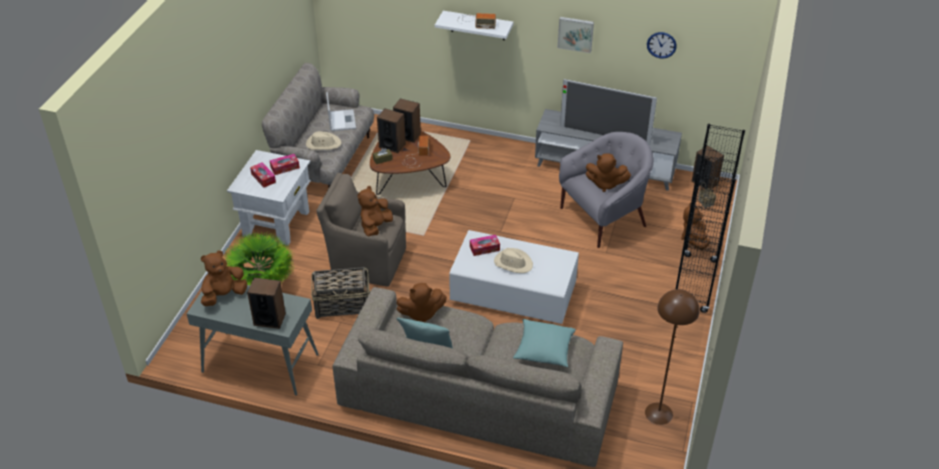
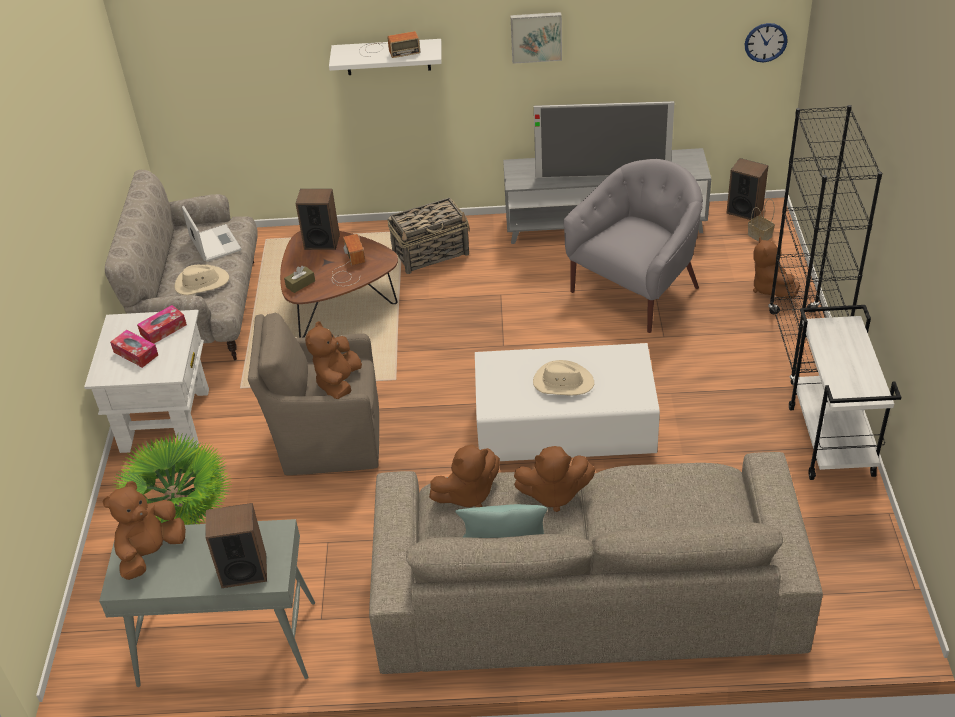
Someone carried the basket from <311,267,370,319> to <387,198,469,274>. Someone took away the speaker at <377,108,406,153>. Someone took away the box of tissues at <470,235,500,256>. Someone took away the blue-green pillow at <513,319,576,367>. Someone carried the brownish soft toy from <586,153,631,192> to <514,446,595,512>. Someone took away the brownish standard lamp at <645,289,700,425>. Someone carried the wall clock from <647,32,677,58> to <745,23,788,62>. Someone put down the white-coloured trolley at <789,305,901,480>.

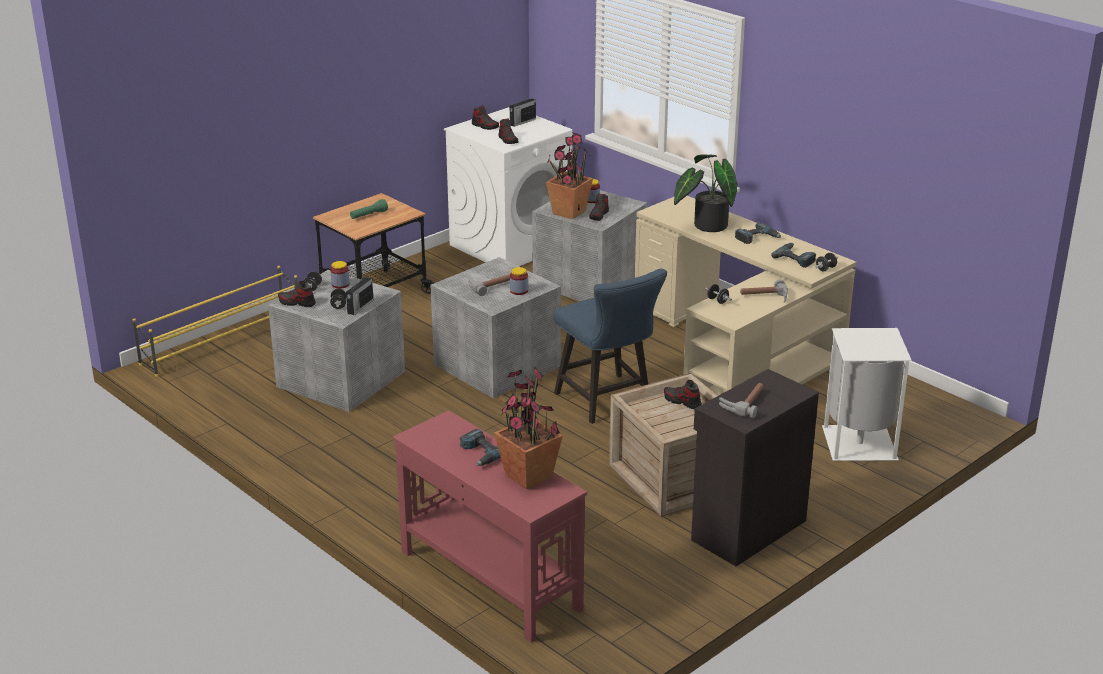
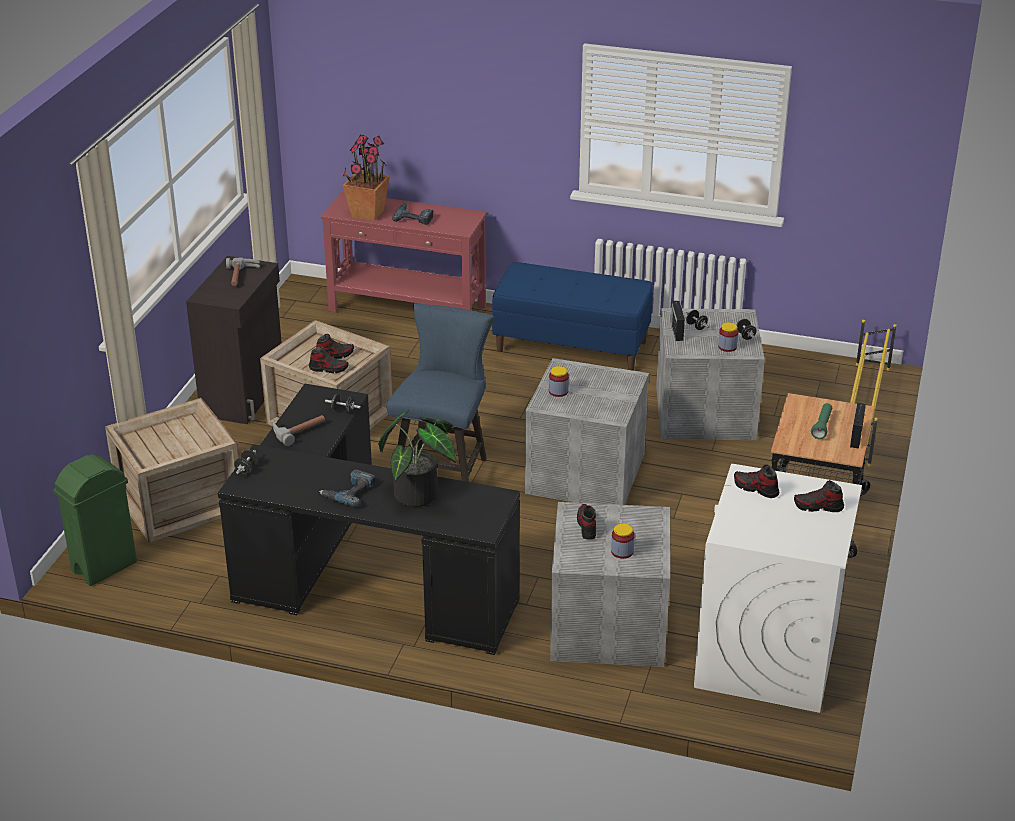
Someone carried the low shoe from <278,281,316,307> to <316,334,354,359>. Someone took away the tool hammer at <468,274,510,296>. Someone carried the radio set from <510,95,536,127> to <850,403,866,449>. Someone took away the plant in a pot at <546,132,593,219>. Someone rotated the blue plain chair at <553,269,667,424> by 75 degrees clockwise. Someone repainted the beige-coloured desk table at <635,196,856,396>, which became the black desk table at <218,384,520,655>. Someone took away the drill at <771,243,816,268>. Someone swapped the white-coloured trash can at <822,328,912,461> for the crate at <105,398,239,543>. Someone put down the green trash can at <53,455,137,586>. Someone put down the blue bench at <492,262,653,371>.

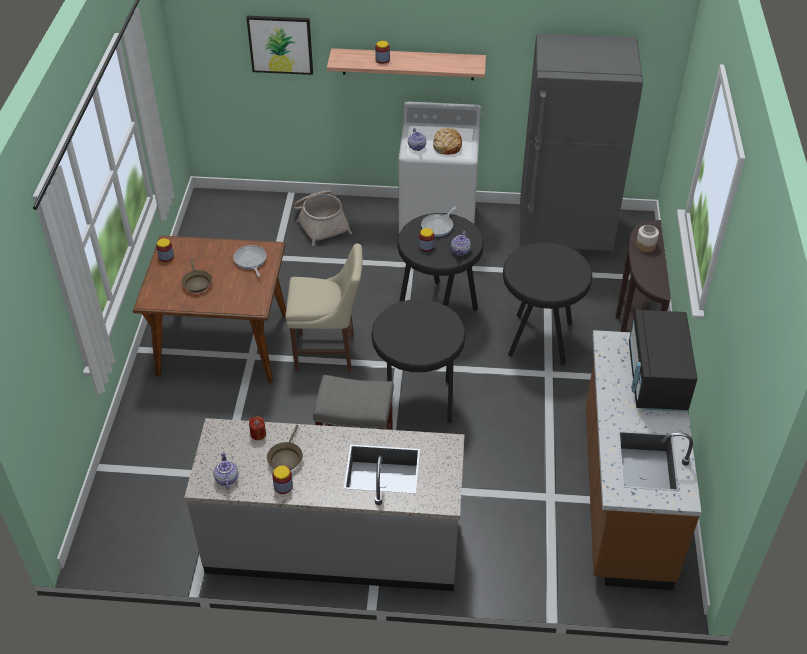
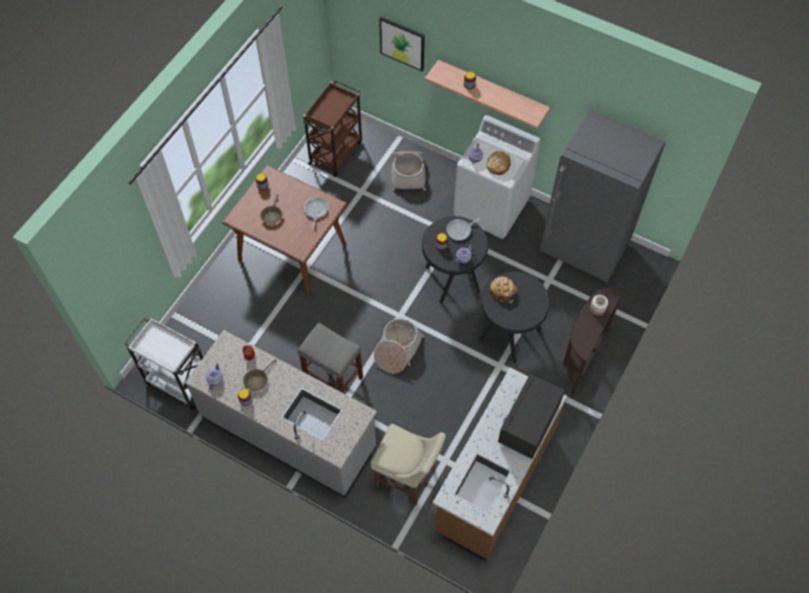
Someone carried the beige-coloured plain chair from <285,243,363,372> to <370,424,446,505>. Someone swapped the black stool seat at <371,299,466,423> for the basket at <374,318,425,373>. Someone put down the white-coloured trolley at <124,317,203,410>. Someone put down the brownish trolley at <303,80,362,177>. Someone put down the bakery bread at <490,277,517,303>.

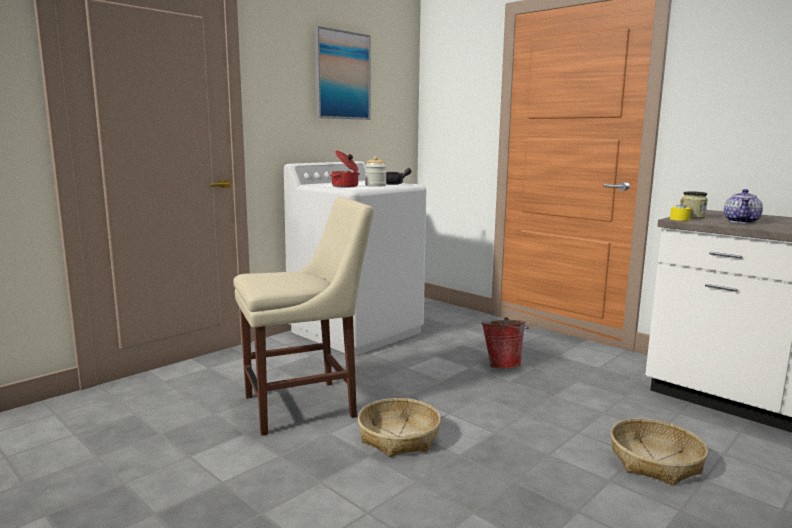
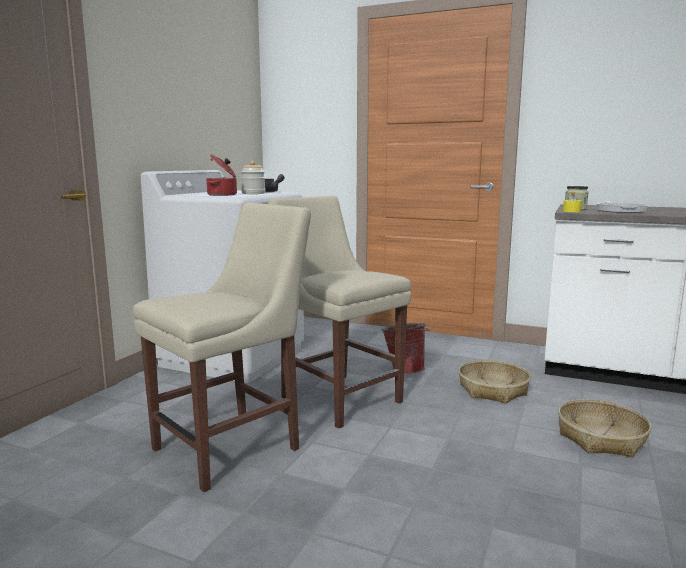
Someone took away the picture at <314,26,370,120>. Someone carried the basket from <358,398,441,457> to <458,360,531,404>. Someone swapped the tea pot at <724,189,763,223> for the skillet at <597,201,648,213>. Someone put down the beige-coloured plain chair at <268,195,411,429>.

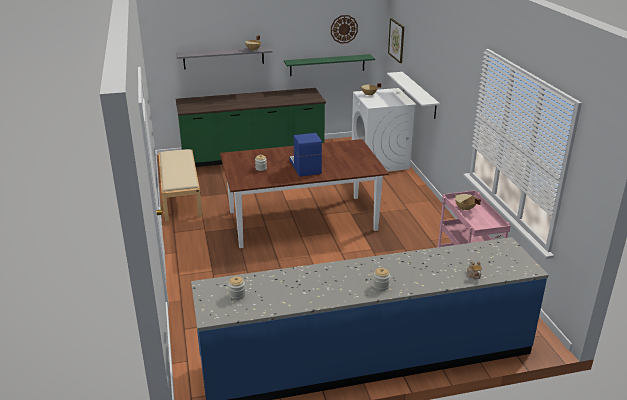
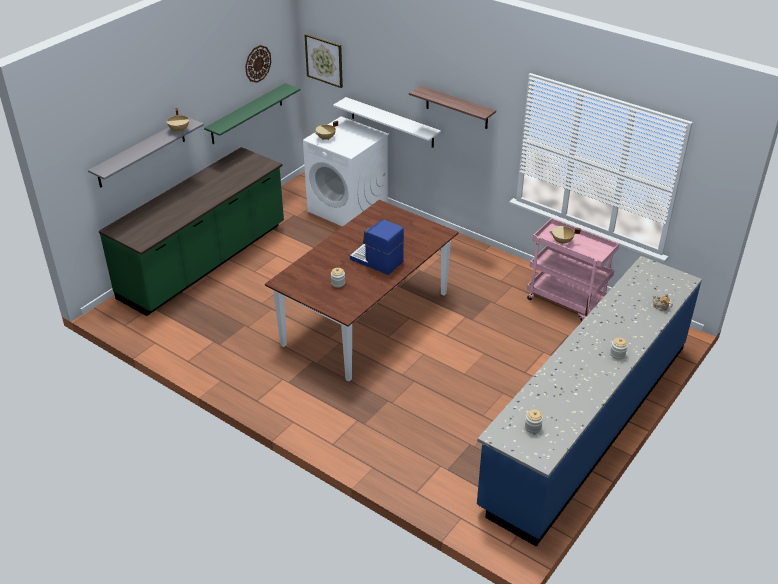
Someone took away the beige-coloured bench at <158,149,202,221>. Someone put up the wall shelf at <409,85,496,129>.

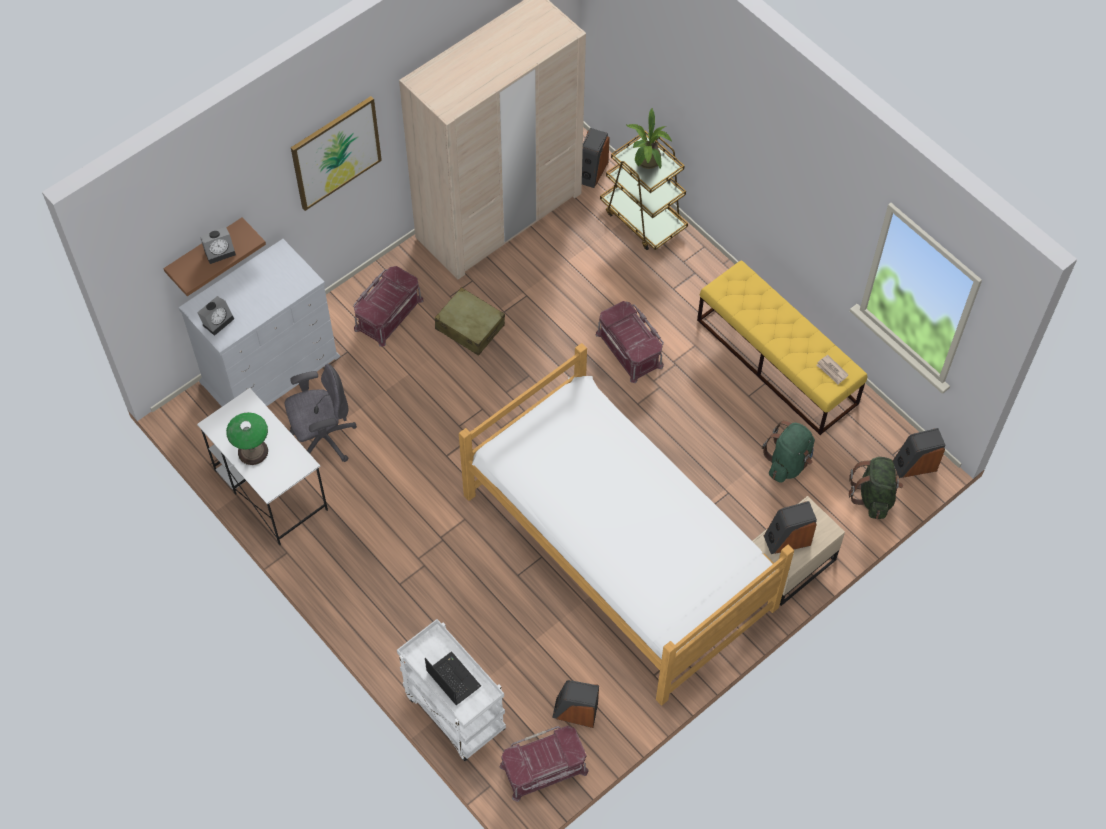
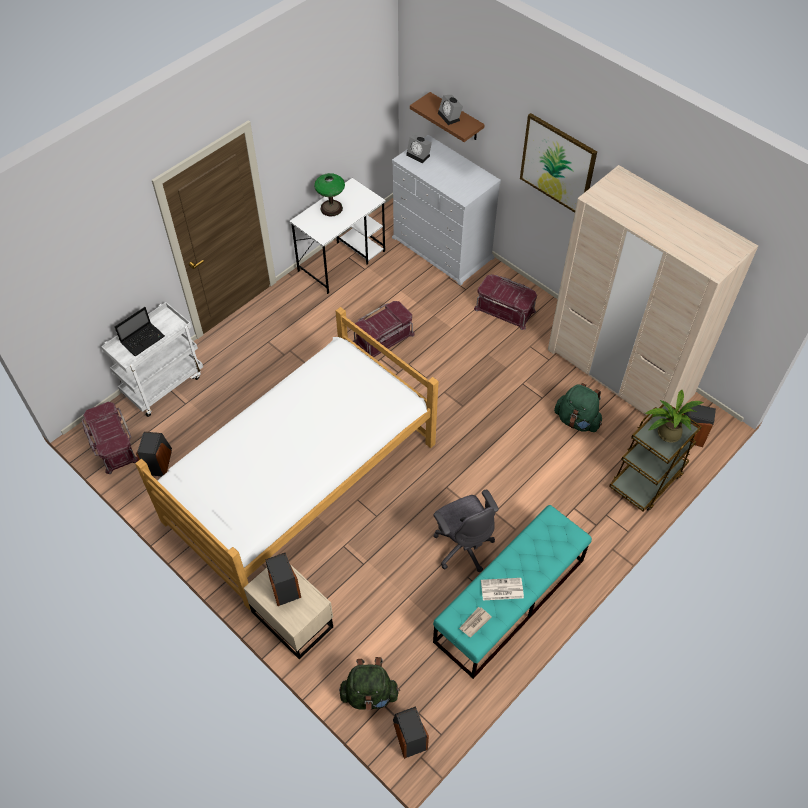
Someone carried the gray desk chair from <285,364,357,462> to <433,490,499,572>. Someone took away the beige-coloured suitcase at <435,287,505,356>. Someone carried the red-coloured storage box from <596,301,664,383> to <353,301,415,357>. Someone repainted the yellow bench at <697,261,867,435>, which became the blue-green bench at <433,505,592,679>. Someone carried the green knapsack from <762,420,815,483> to <554,383,602,432>. Someone put down the newspaper at <481,578,524,600>.

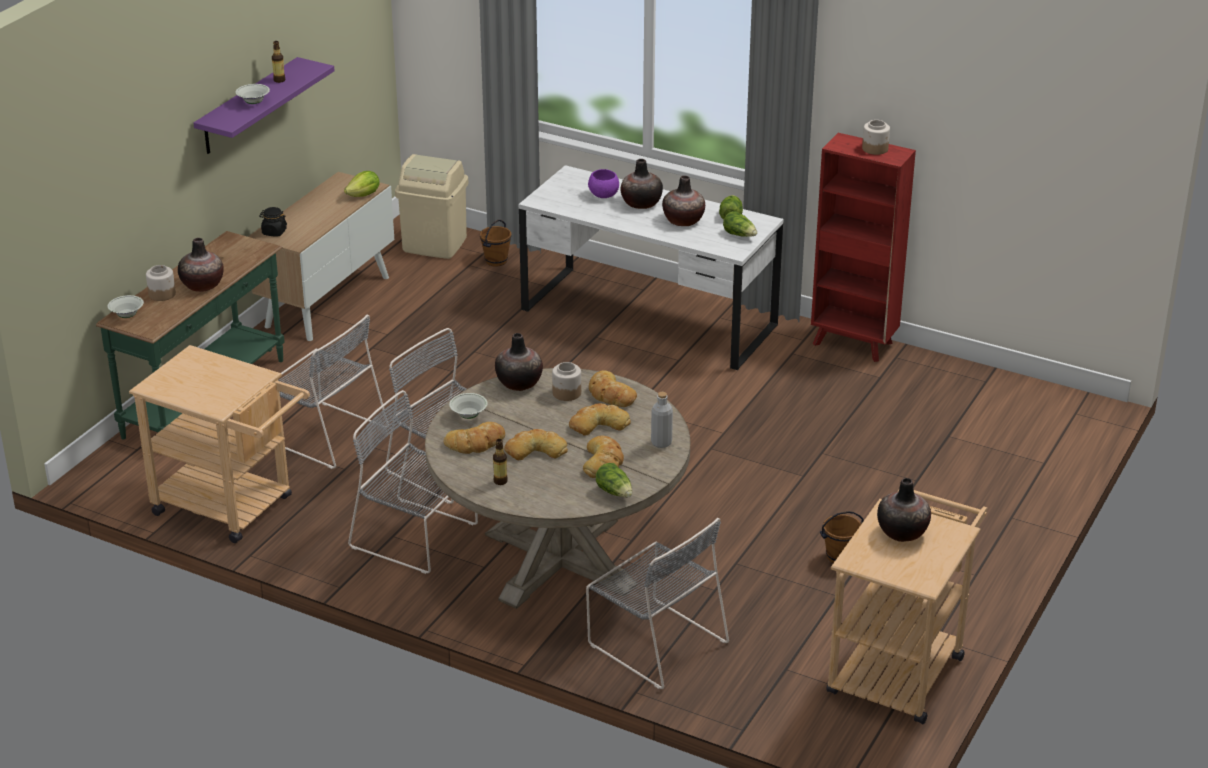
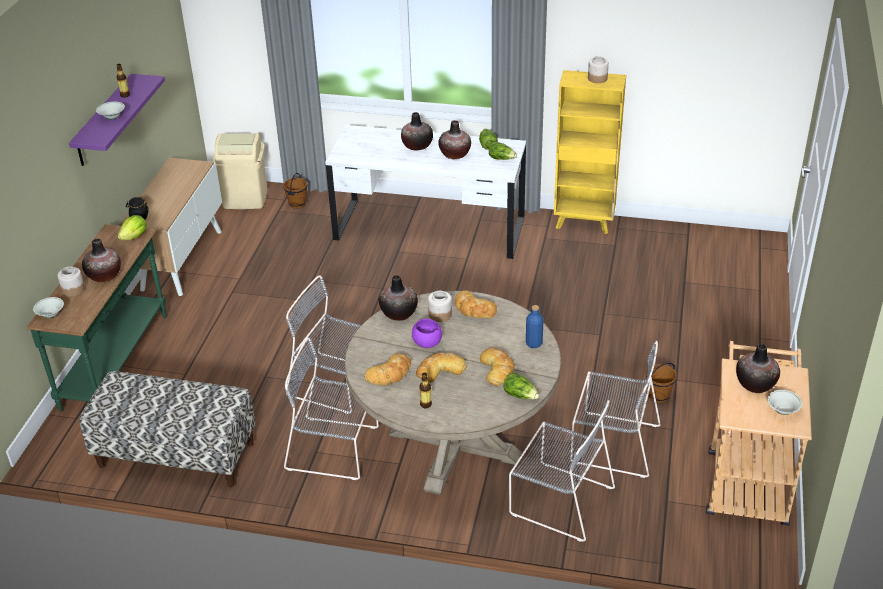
Someone swapped the beige-coloured trolley at <129,345,310,543> for the bench at <79,371,256,487>. Someone carried the gray plain chair from <278,315,389,469> to <570,341,661,478>. Someone carried the lettuce from <344,171,380,197> to <117,215,147,240>. Someone carried the white-coloured bowl from <449,393,488,419> to <767,390,802,415>. Someone took away the bakery bread at <569,403,631,436>. Someone carried the purple-coloured bowl from <588,169,619,198> to <412,319,442,348>. Someone repainted the gray drink bottle at <651,392,673,448>, which became the blue drink bottle at <526,305,543,348>. Someone repainted the red-coloured bookshelf at <811,133,916,362>, which became the yellow bookshelf at <554,70,626,234>.

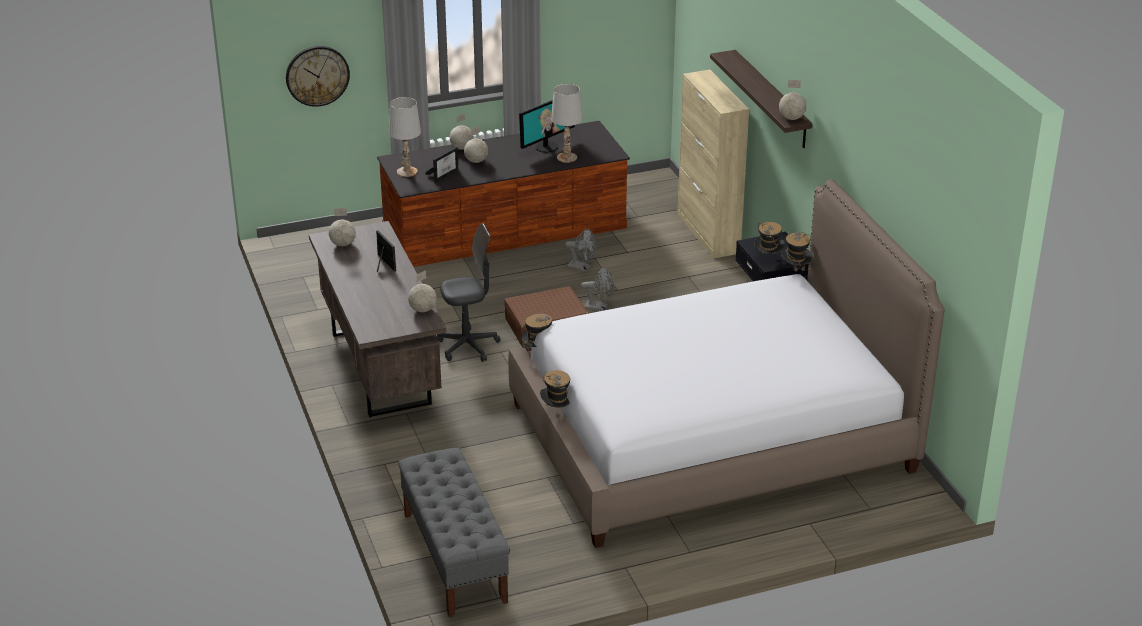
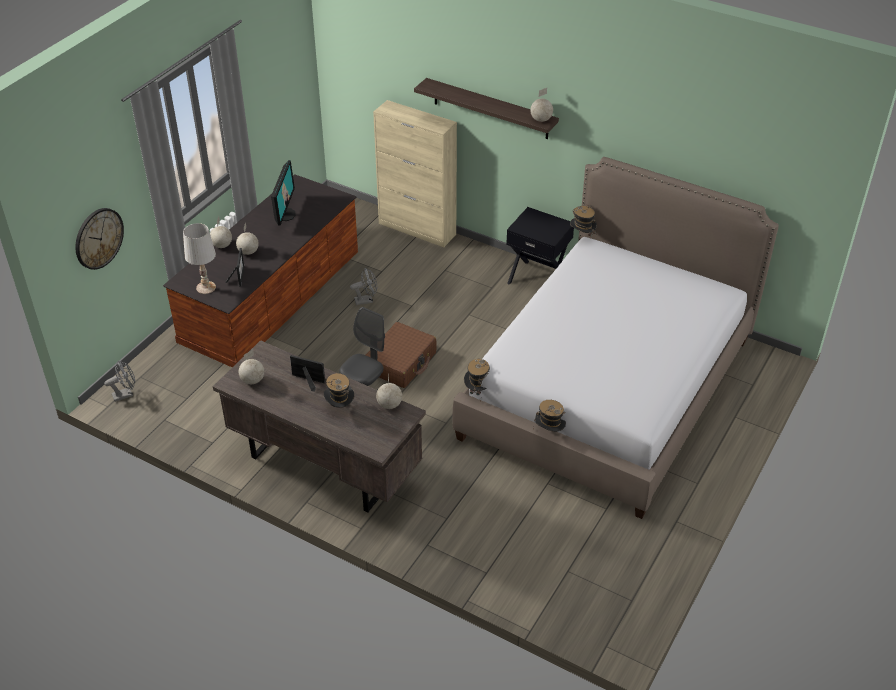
Someone took away the gray bench at <398,448,510,617>. Someone took away the white-coloured tabletop lamp at <551,84,583,163>. Someone carried the gray electric fan from <581,267,614,311> to <104,361,135,402>. Someone carried the clothing hat from <754,222,785,254> to <323,373,354,408>.

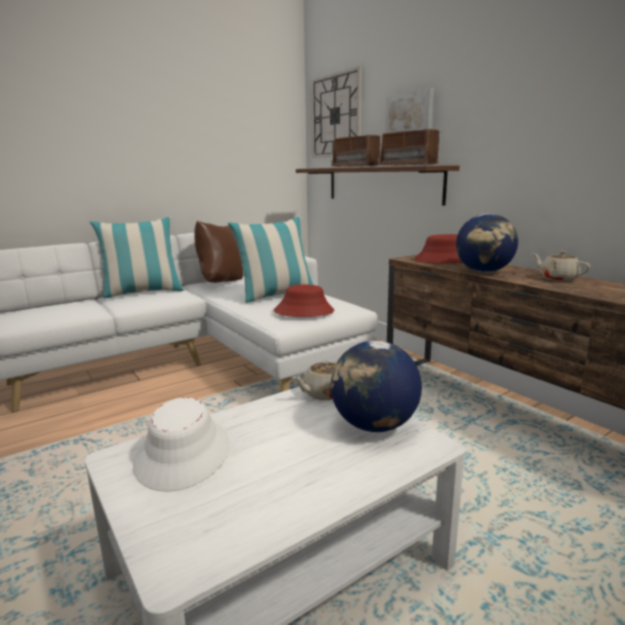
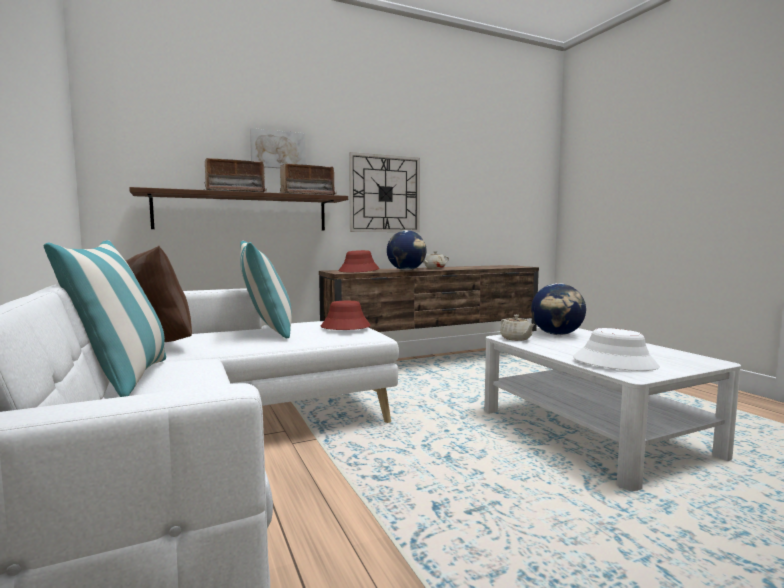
Someone carried the wall clock from <311,66,362,158> to <349,152,420,232>.

